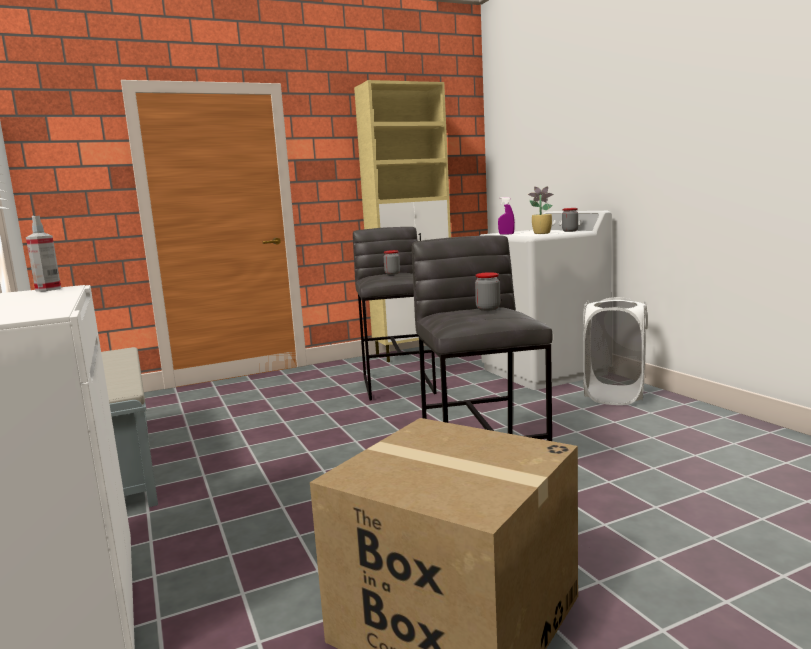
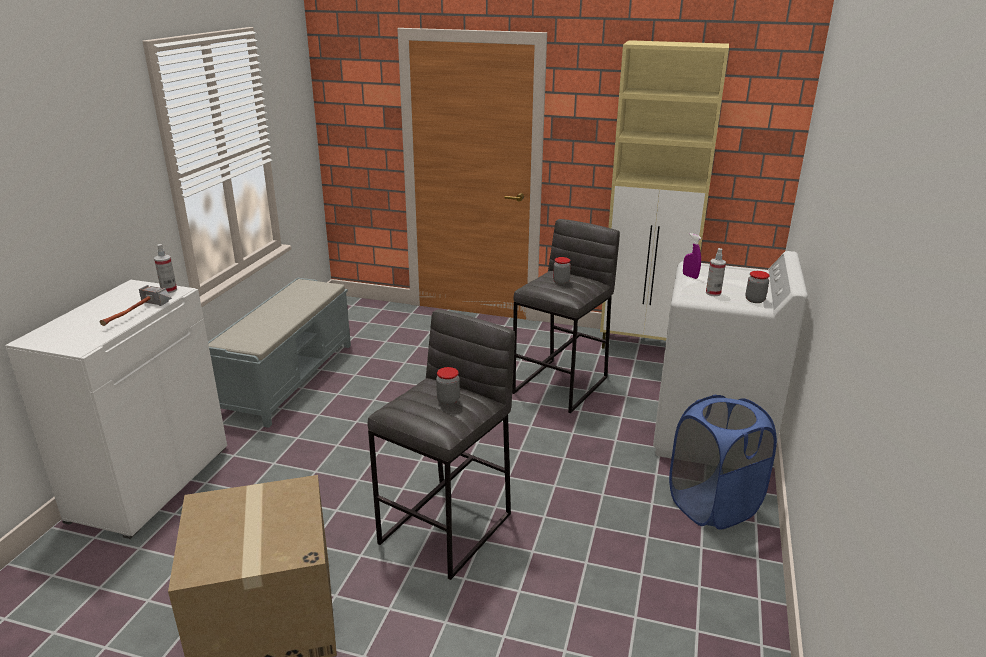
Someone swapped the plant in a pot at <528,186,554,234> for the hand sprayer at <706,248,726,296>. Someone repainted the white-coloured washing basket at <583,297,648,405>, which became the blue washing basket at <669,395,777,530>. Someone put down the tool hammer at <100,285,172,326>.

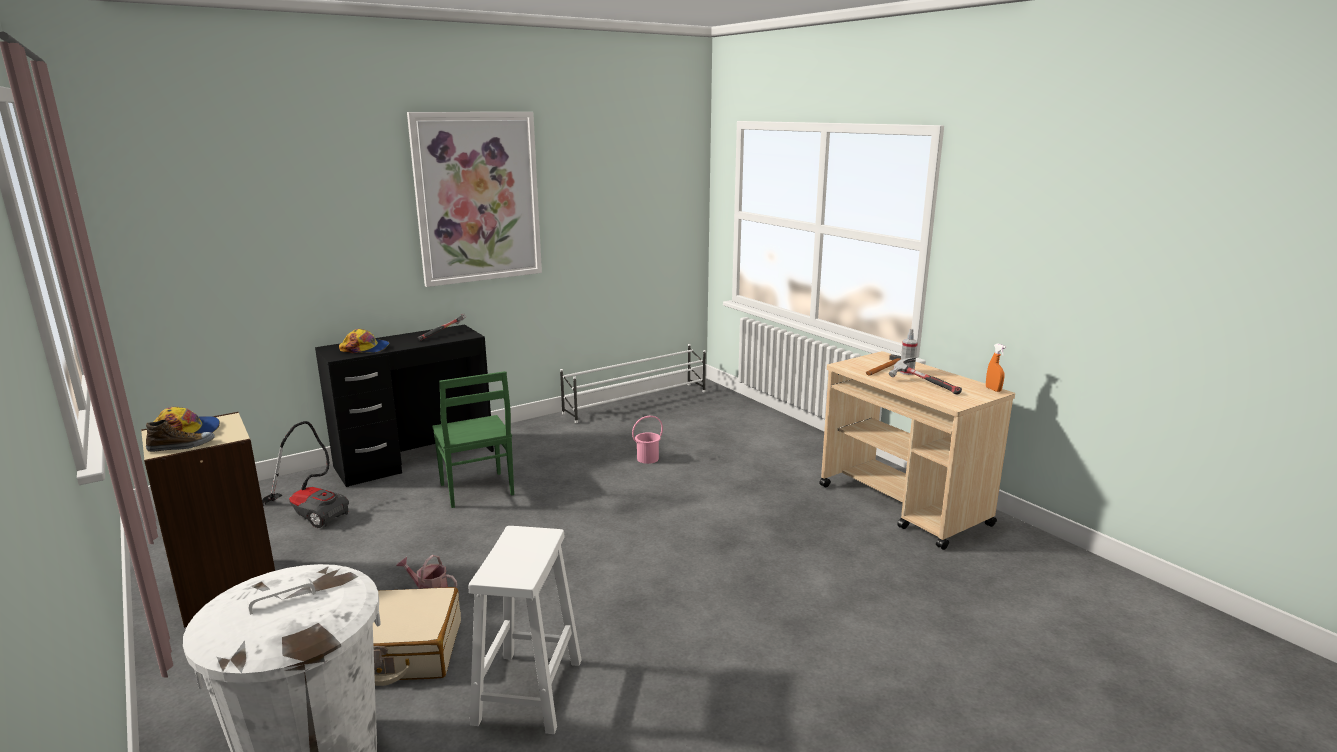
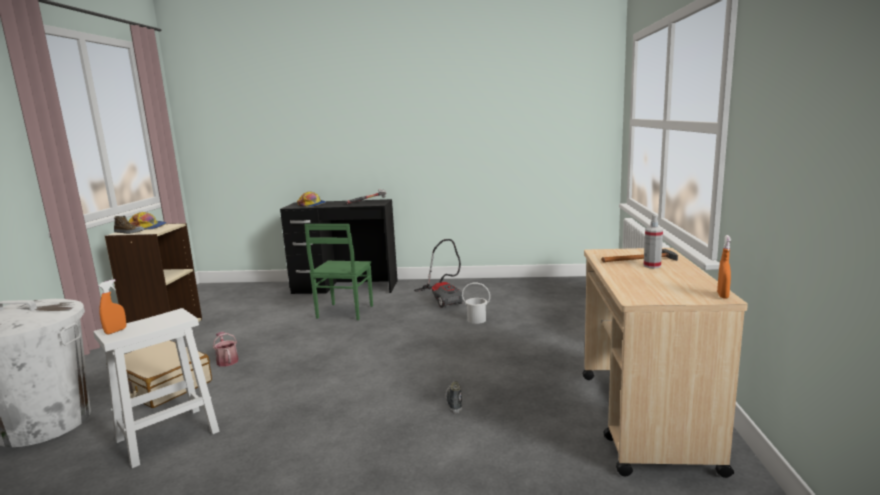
Someone carried the vacuum from <262,421,349,528> to <414,239,464,308>. Someone took away the picture at <407,112,542,287>. Someone took away the white-coloured shoe shelf at <560,344,706,423>. Someone repainted the pink bucket at <632,416,663,464>, which became the white-coloured bucket at <462,283,490,324>. Someone took away the tool hammer at <889,358,962,394>. Someone put down the orange hand sprayer at <99,279,126,335>. Someone put down the low shoe at <446,381,462,414>.

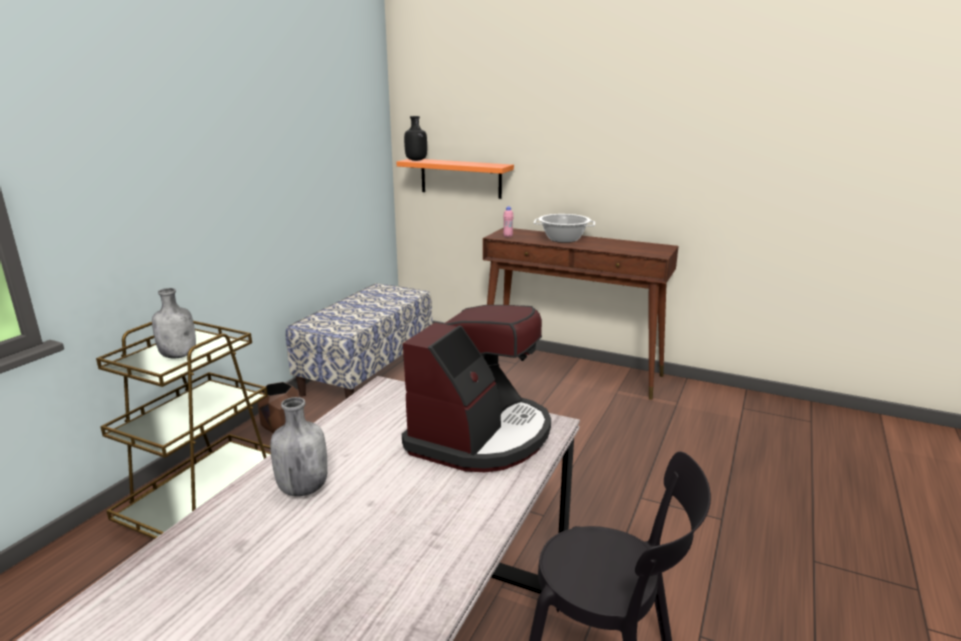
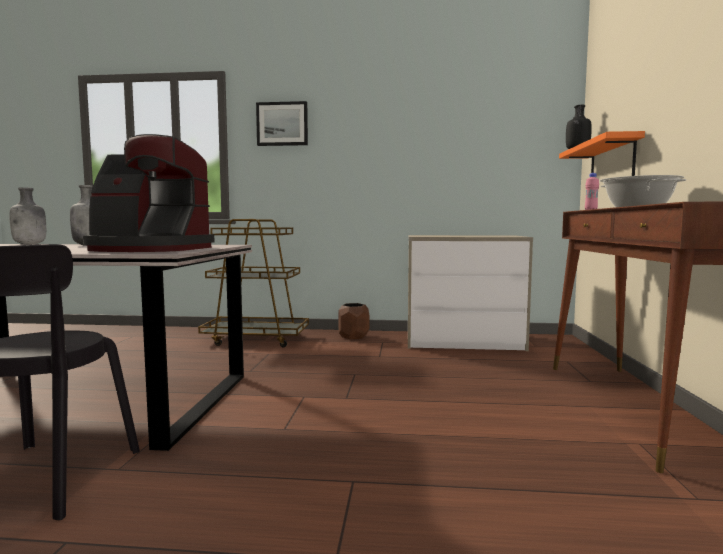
Someone carried the gray drink bottle from <152,288,196,358> to <9,187,46,244>. Someone swapped the bench at <286,283,432,399> for the chest of drawers at <408,235,533,351>. Someone put up the picture at <256,101,308,146>.

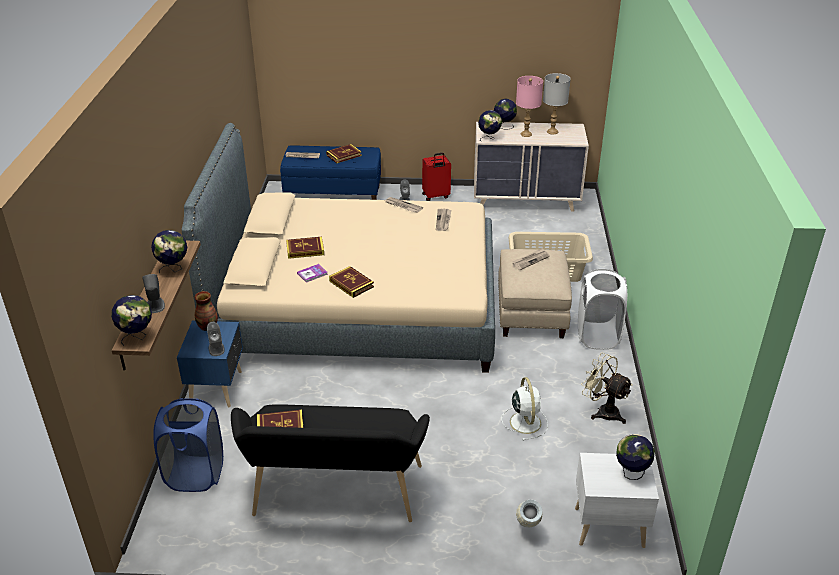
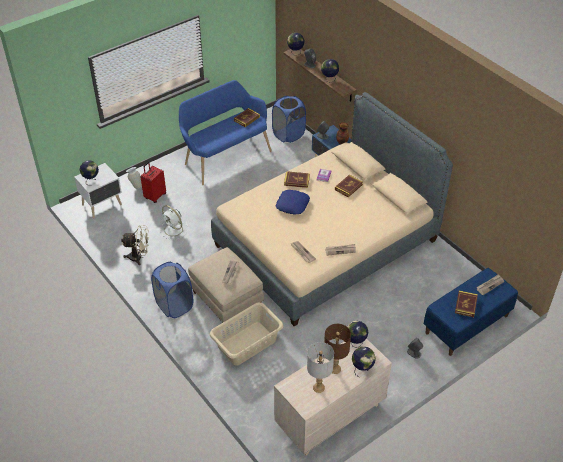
Someone repainted the black bench at <231,404,430,522>, which became the blue bench at <179,80,272,185>. Someone carried the red-coloured suitcase from <422,153,451,201> to <141,162,166,203>. Someone repainted the pink tabletop lamp at <516,76,543,137>, which became the brownish tabletop lamp at <324,324,351,374>. Someone repainted the white-coloured washing basket at <578,269,627,350>, which became the blue washing basket at <151,262,193,318>. Someone put down the blue pillow at <276,190,310,215>.

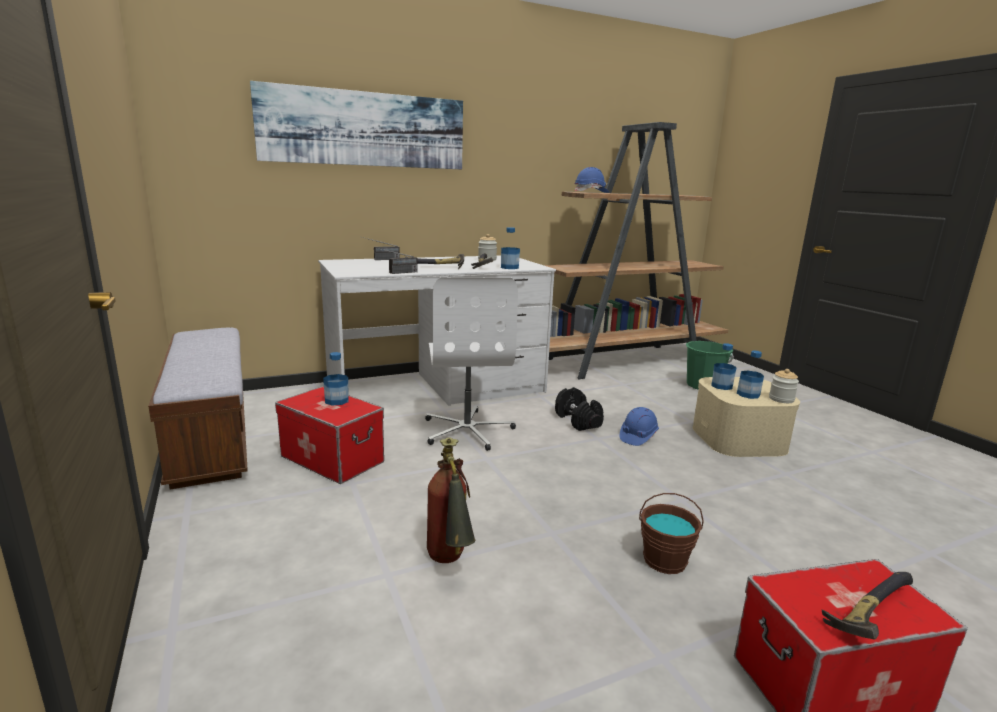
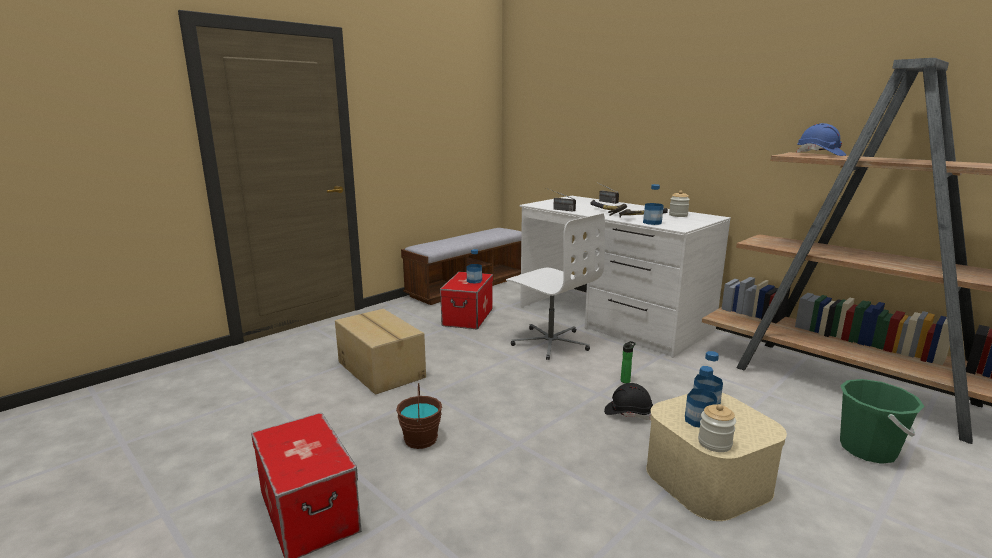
Someone took away the picture at <250,81,463,169>. Someone rotated the white-coloured desk chair at <425,277,518,451> by 105 degrees counterclockwise. Someone swapped the extinguisher at <427,437,475,563> for the cardboard box at <335,309,426,395>. Someone swapped the black hand weight at <555,387,604,431> for the drink bottle at <621,341,636,383>. Someone repainted the blue safety helmet at <620,407,659,446>, which became the black safety helmet at <604,383,653,420>. Someone took away the tool hammer at <822,572,913,640>.

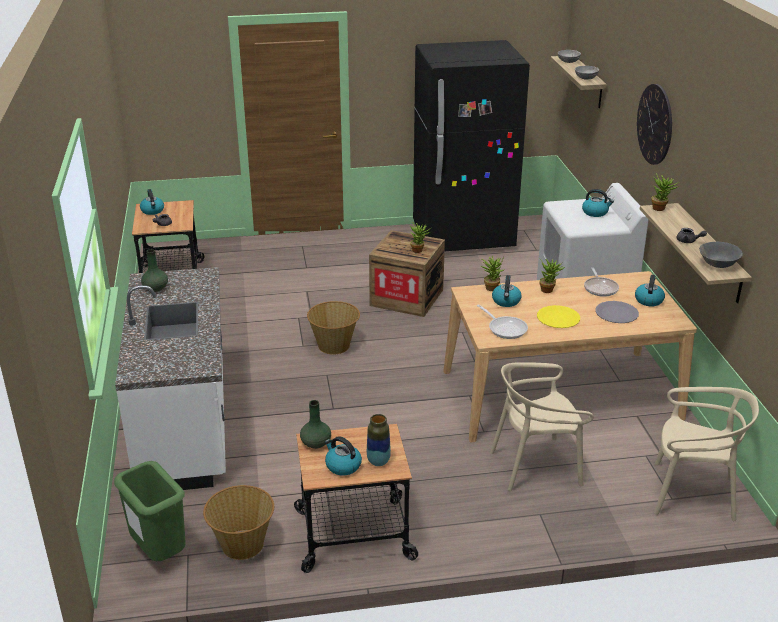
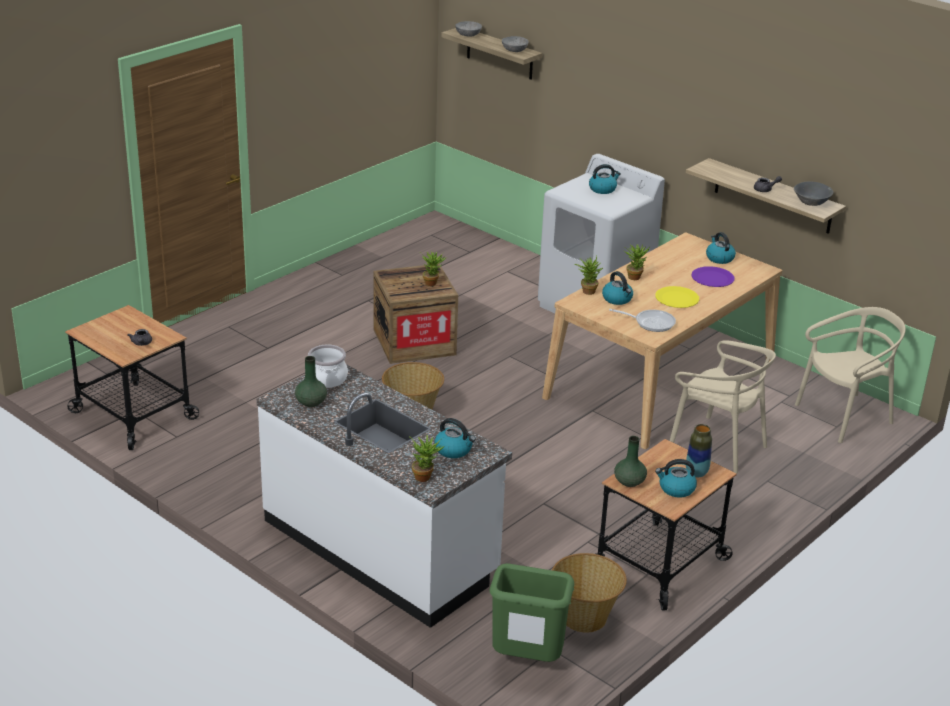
Someone carried the water kettle from <140,189,164,215> to <434,418,476,458>. Someone took away the black kitchen fridge at <413,40,530,251>. Someone rotated the beige-coloured plain chair at <490,362,594,491> by 90 degrees counterclockwise. Someone took away the skillet at <584,268,619,297>. Someone repainted the gray plate at <595,301,639,323>, which became the purple-coloured plate at <692,266,734,287>. Someone took away the wall clock at <637,84,672,165>. Someone carried the plant in a pot from <651,174,679,211> to <409,435,444,482>. Someone put down the saucepot at <308,344,348,388>.

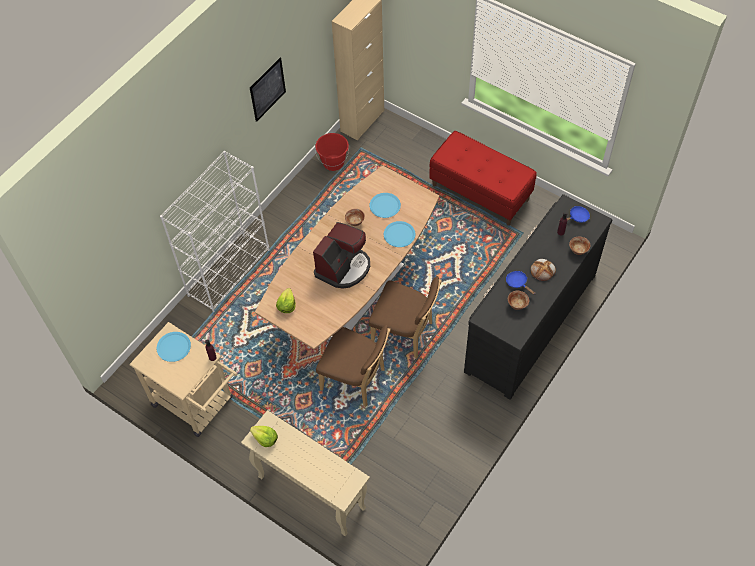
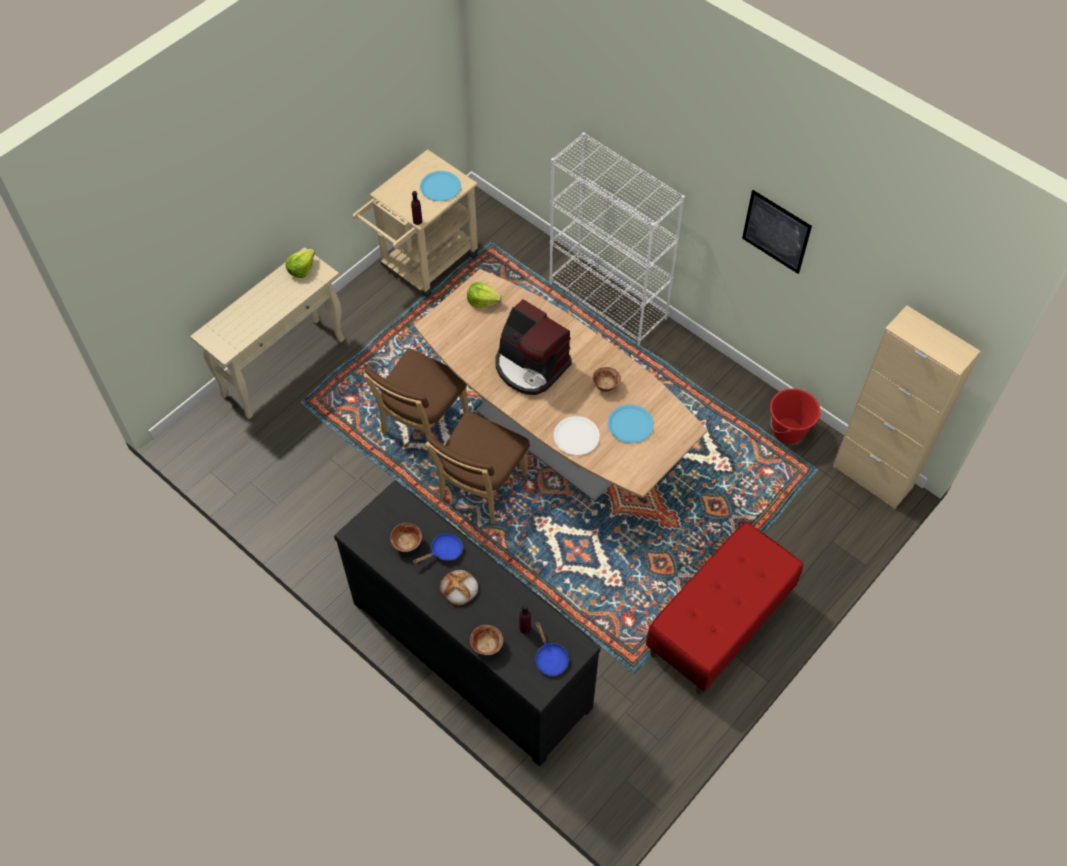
Someone repainted the blue plate at <384,221,415,247>, which became the white-coloured plate at <554,416,600,455>.

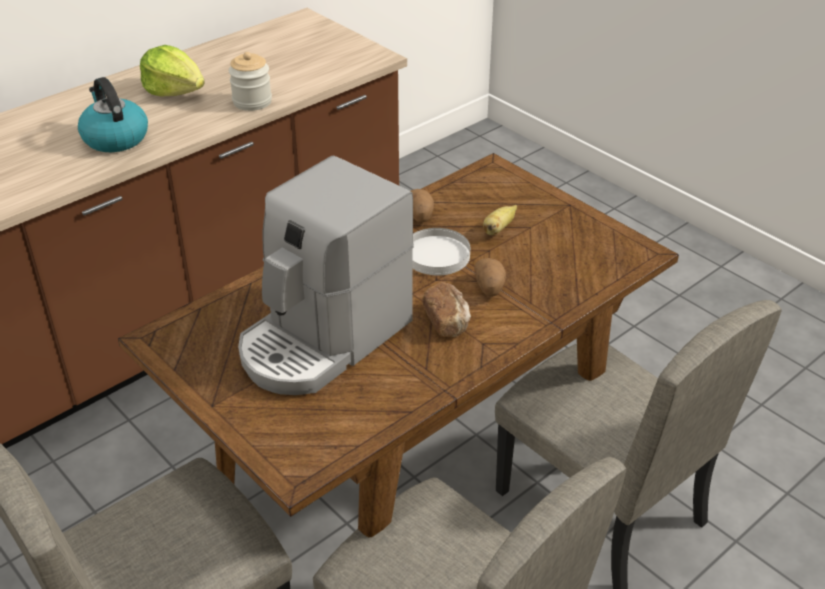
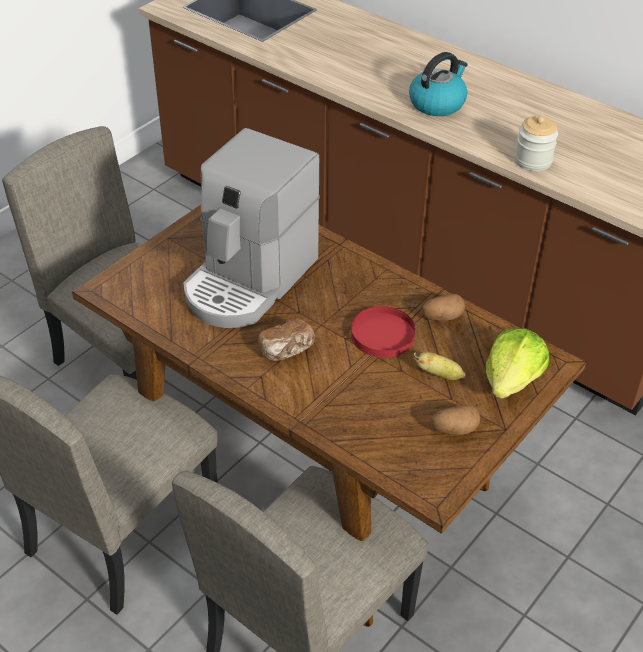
Someone carried the lettuce from <140,45,205,96> to <486,328,549,399>. Someone rotated the coffee machine at <238,156,414,395> by 90 degrees counterclockwise. Someone repainted the white-coloured plate at <413,228,470,275>, which became the red-coloured plate at <351,306,415,358>. Someone carried the potato from <474,258,506,297> to <431,405,480,435>.

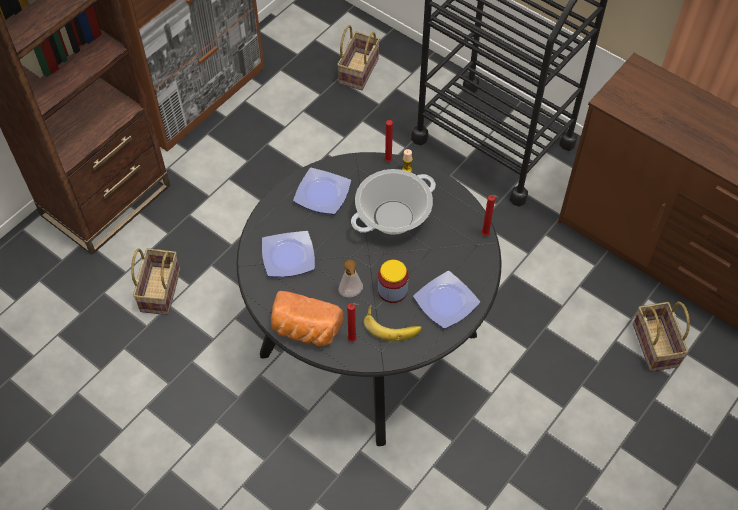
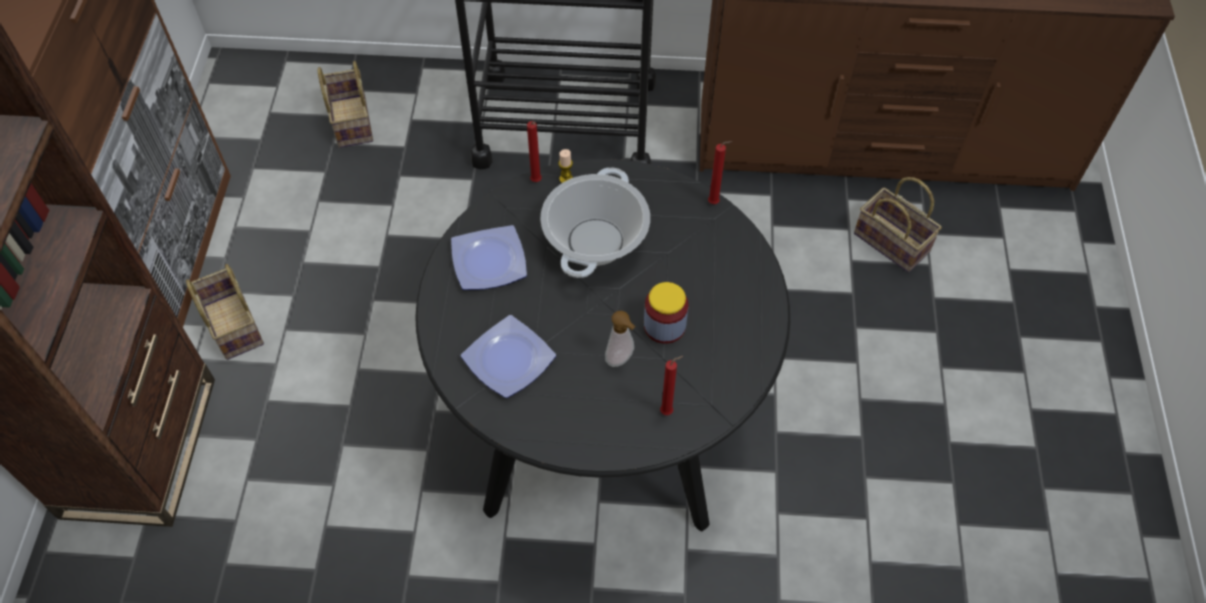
Someone carried the basket from <131,248,180,315> to <186,264,264,360>. Someone took away the bakery bread at <271,291,343,347>. Someone took away the banana at <364,304,422,341>. Someone took away the plate at <413,271,480,329>.

